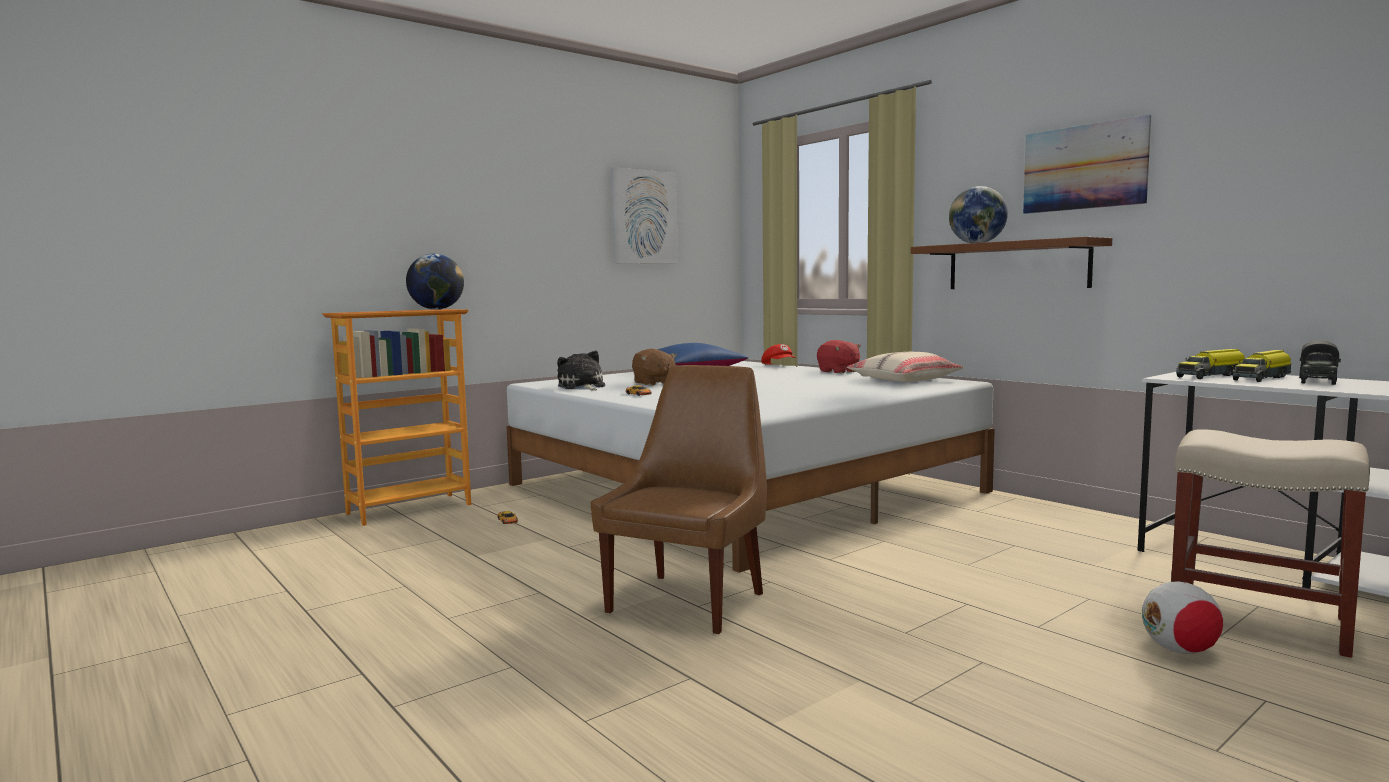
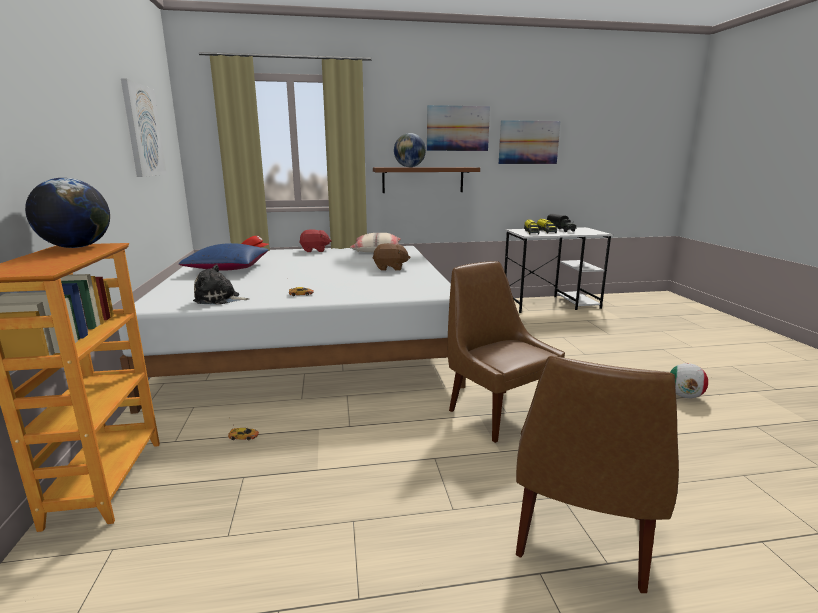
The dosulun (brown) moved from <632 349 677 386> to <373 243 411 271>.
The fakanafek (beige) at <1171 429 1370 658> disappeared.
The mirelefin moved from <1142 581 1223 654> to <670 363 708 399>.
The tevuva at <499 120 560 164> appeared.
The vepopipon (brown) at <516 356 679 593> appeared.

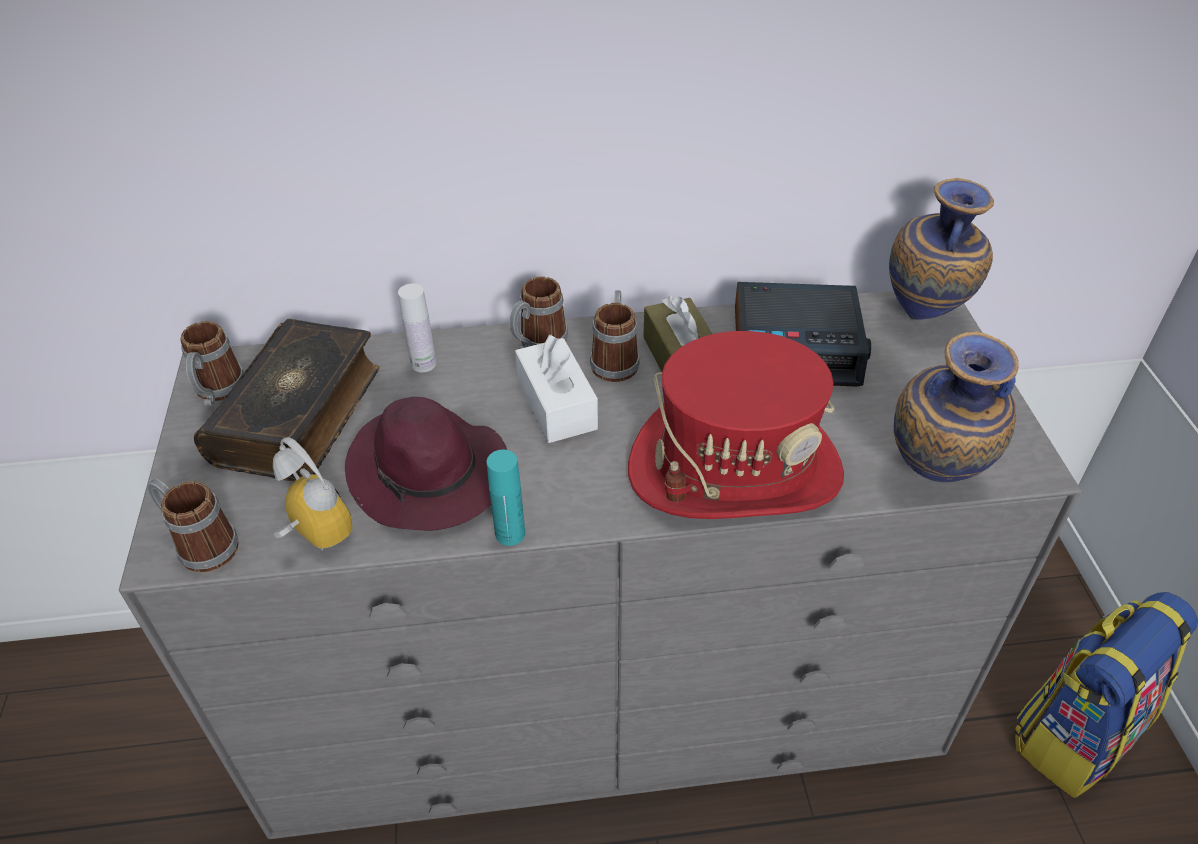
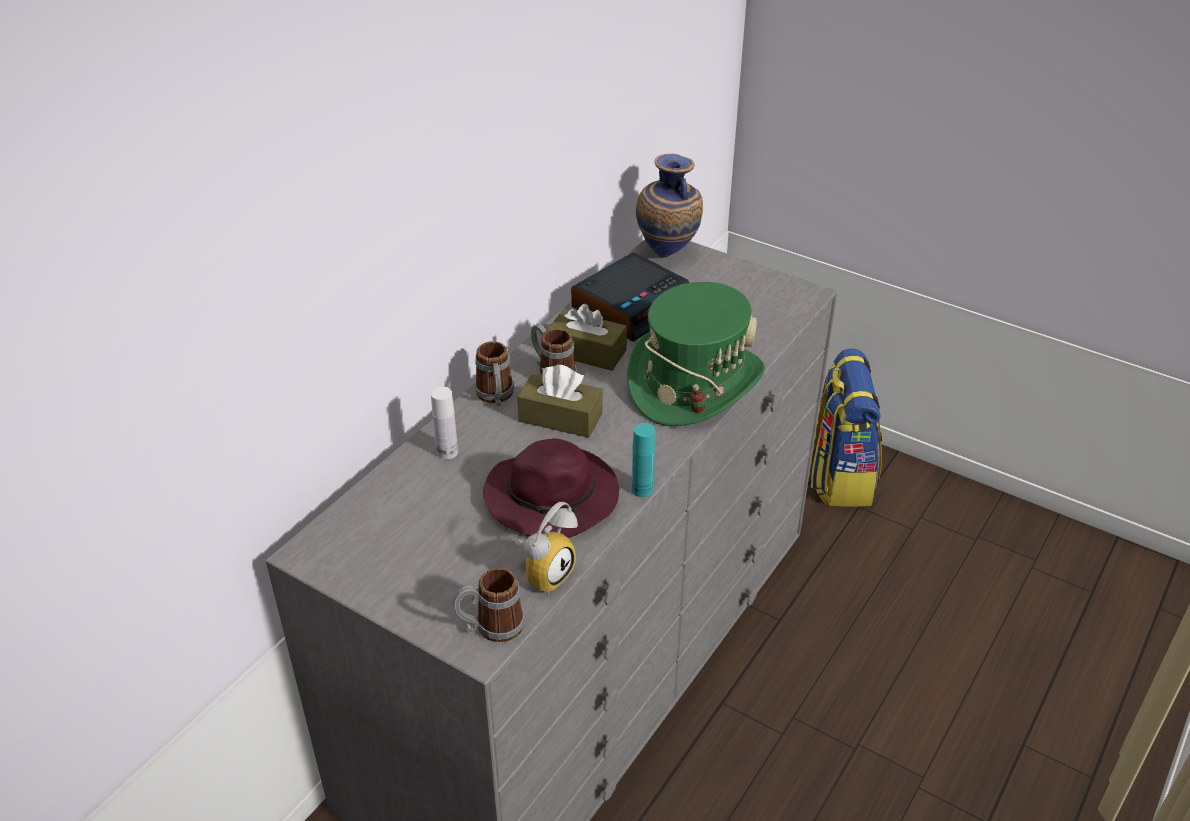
The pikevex at <194 319 379 481> disappeared.
The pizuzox at <180 321 244 406> disappeared.
The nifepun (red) at <628 331 844 519> became the nifepun (green) at <627 282 765 426>.
The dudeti at <893 331 1019 482> disappeared.
The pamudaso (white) at <515 335 598 443> became the pamudaso (brown) at <517 365 602 438>.
The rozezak at <273 437 353 551> turned 135 degrees clockwise.

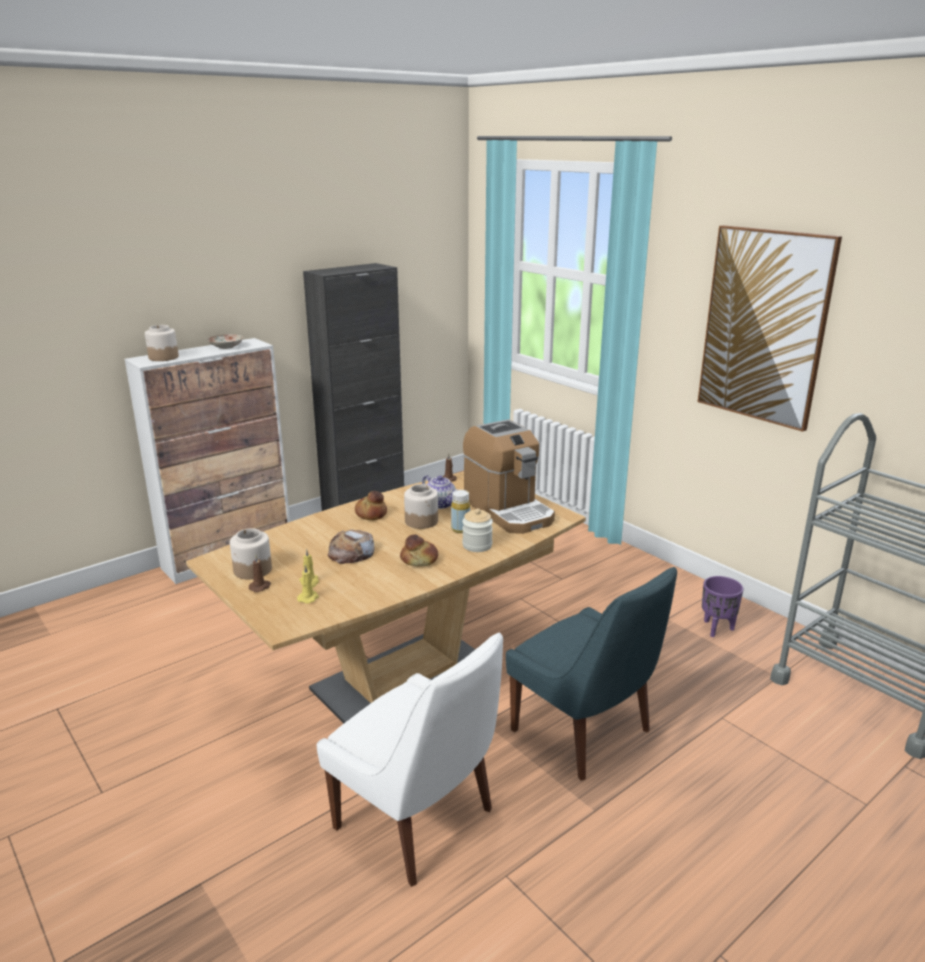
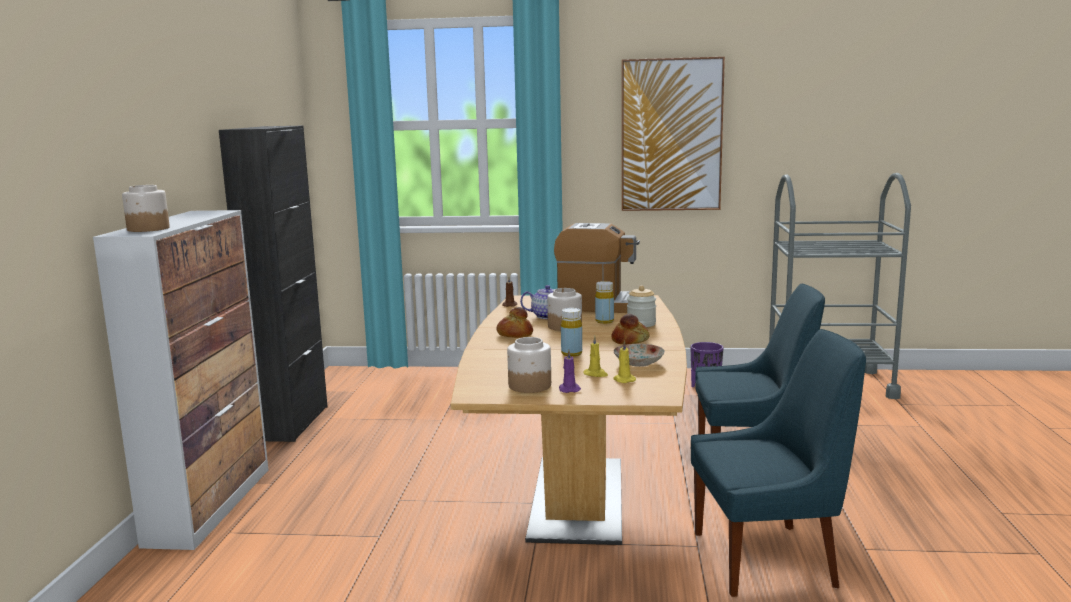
The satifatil moved from <207 334 244 349> to <614 344 665 367>.
The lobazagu at <328 529 374 564> was replaced by the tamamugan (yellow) at <561 308 582 356>.
The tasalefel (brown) at <249 555 271 592> became the tasalefel (purple) at <559 350 581 393>.
The vepopipon (white) at <316 633 503 887> became the vepopipon (blue) at <691 329 866 597>.

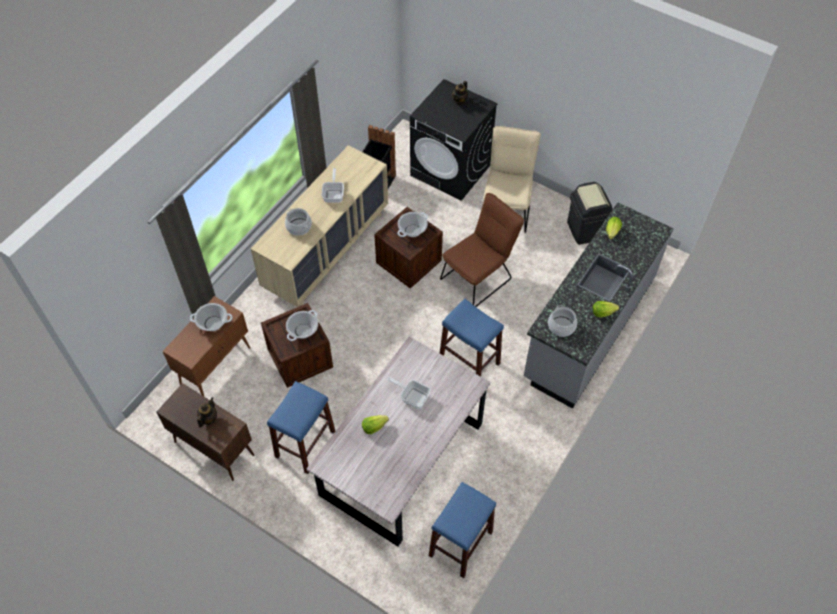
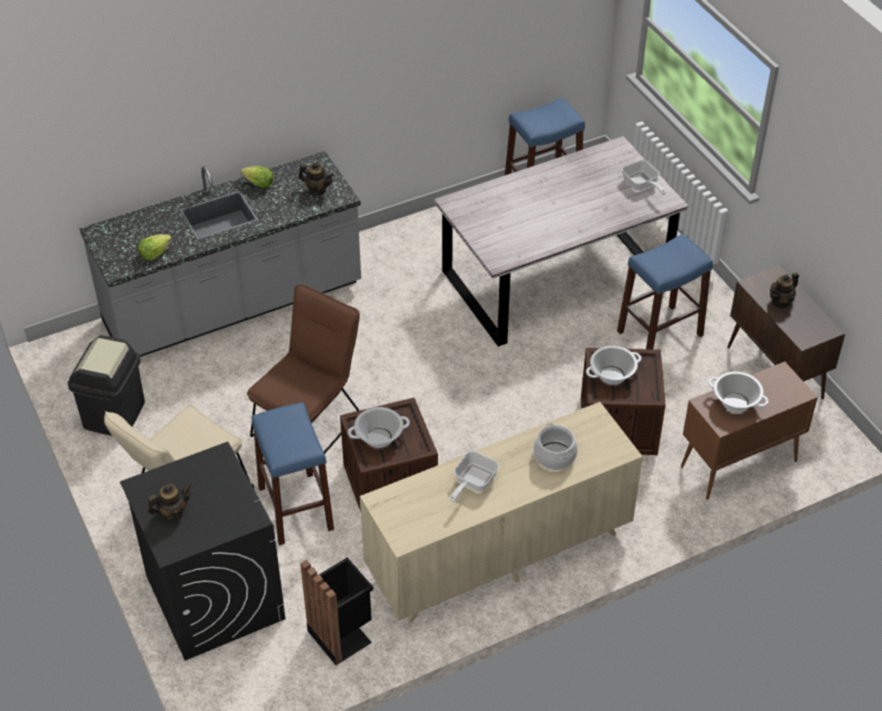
The vepopipon (brown) at <440 193 524 307> turned 135 degrees clockwise.
The fakanafek (blue) moved from <440 299 504 376> to <251 402 334 545>.
The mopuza at <548 305 577 337> was replaced by the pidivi at <298 162 334 195>.
The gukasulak moved from <387 377 431 409> to <622 160 666 195>.
The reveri at <362 415 389 434> disappeared.

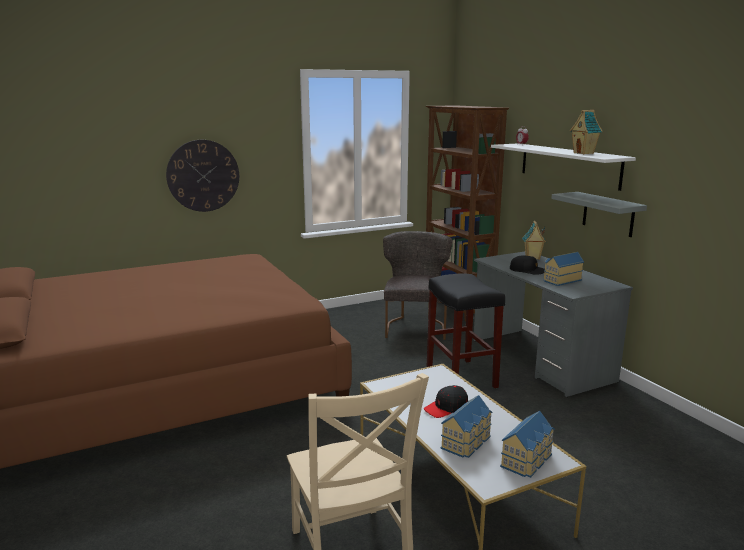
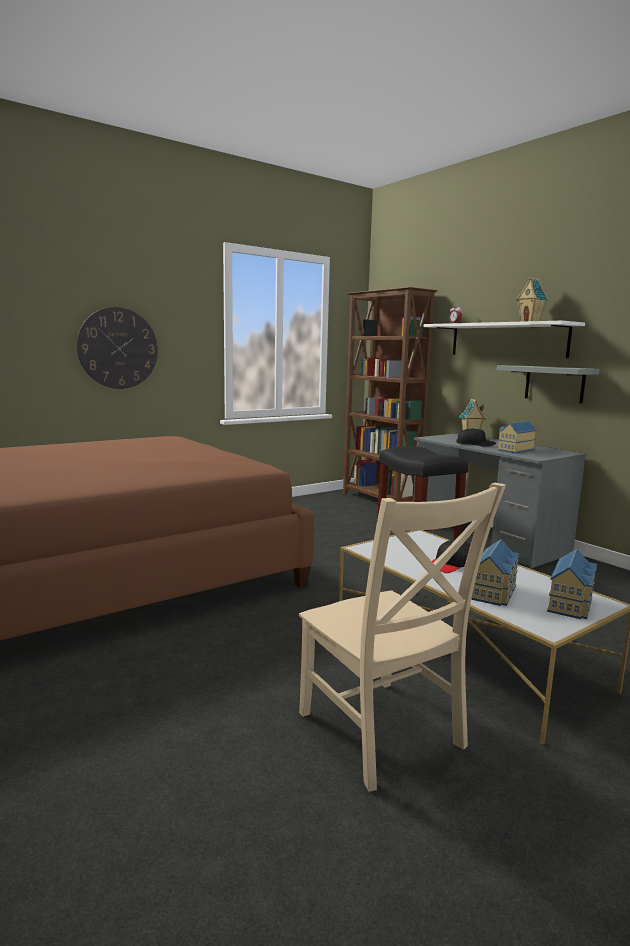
The vepopipon (grey) at <383 231 453 340> disappeared.

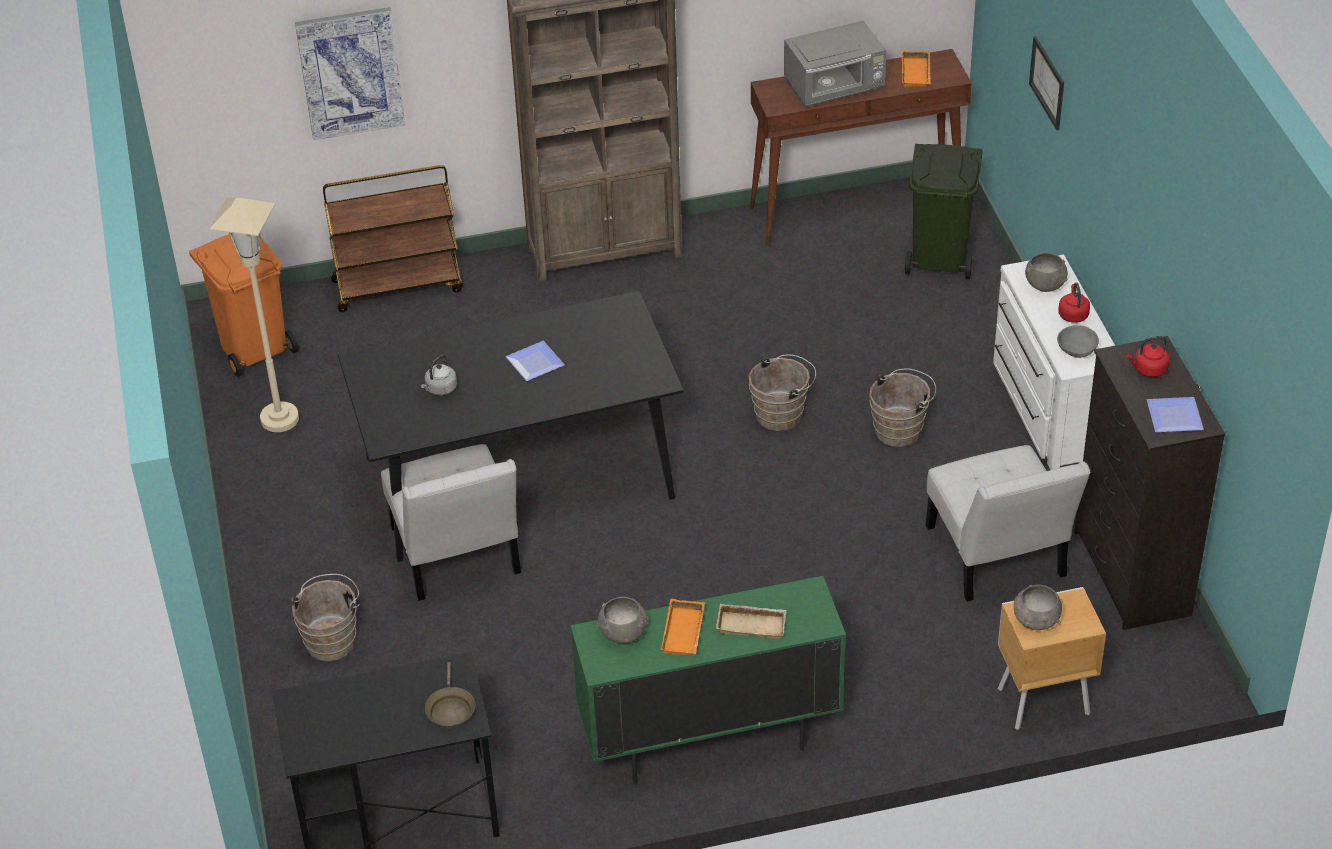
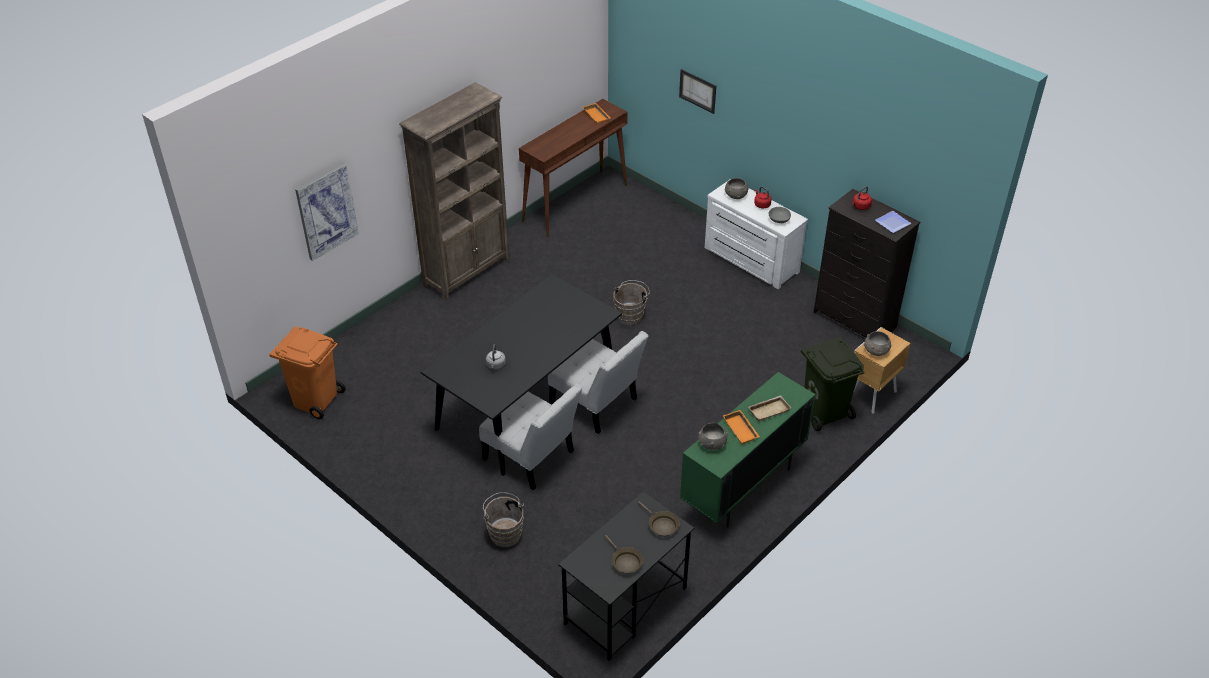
The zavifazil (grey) at <784 20 886 107> disappeared.
The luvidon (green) moved from <905 144 983 280> to <801 337 865 431>.
The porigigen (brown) at <323 165 463 312> disappeared.
The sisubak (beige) at <209 197 299 432> disappeared.
The satifatil at <506 341 565 381> disappeared.
The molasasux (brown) at <869 369 936 447> disappeared.
The vepopipon (white) moved from <925 445 1090 602> to <548 331 649 434>.
The gukasulak (brown) at <605 535 643 574> appeared.

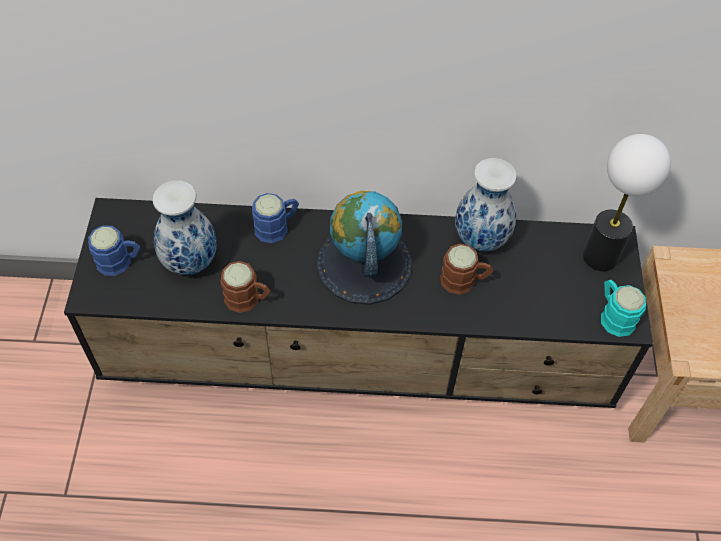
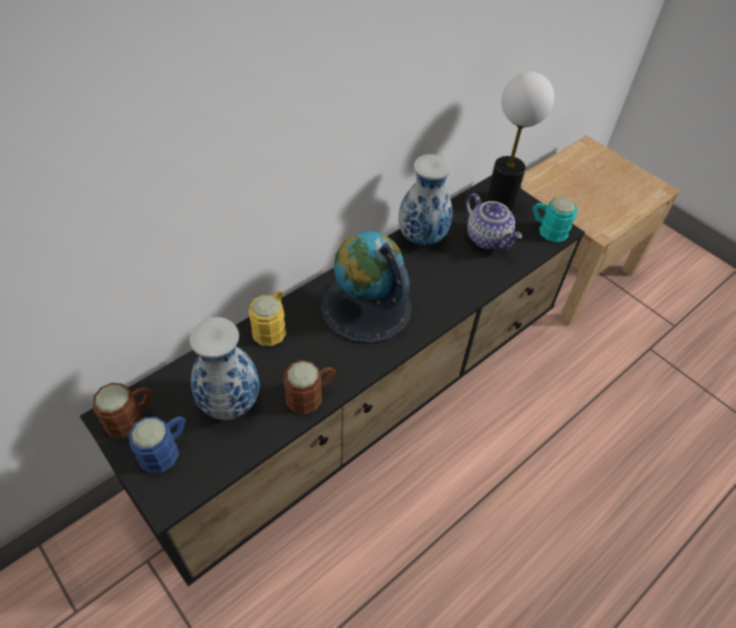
The pizuzox (blue) at <252 193 299 243> became the pizuzox (yellow) at <249 291 286 346>.
The pizuzox (brown) moved from <440 244 493 295> to <93 383 152 438>.
The pidivi at <465 193 522 250> appeared.

